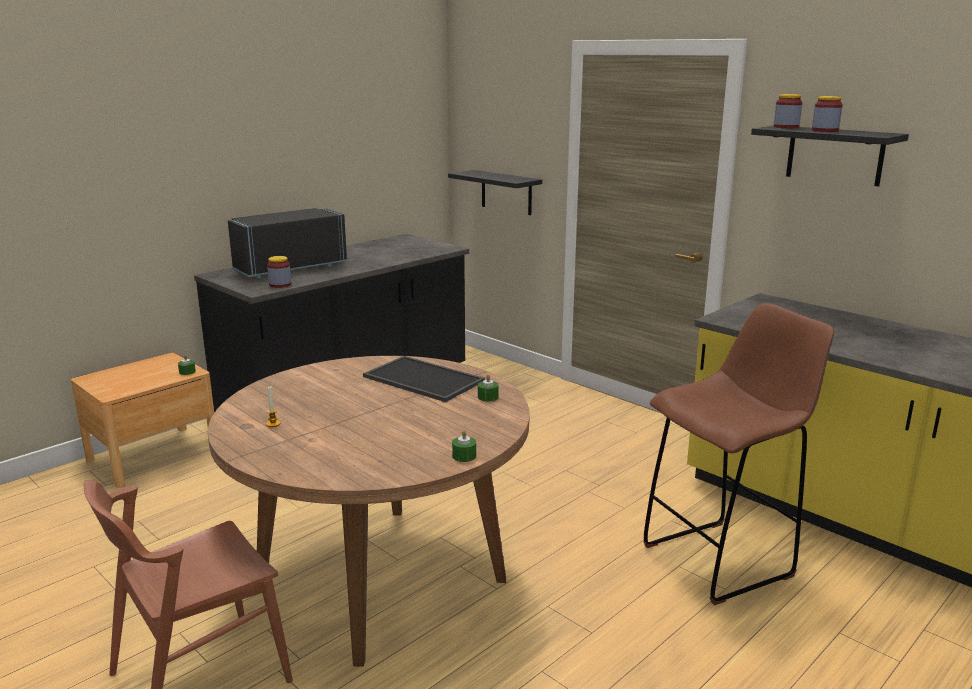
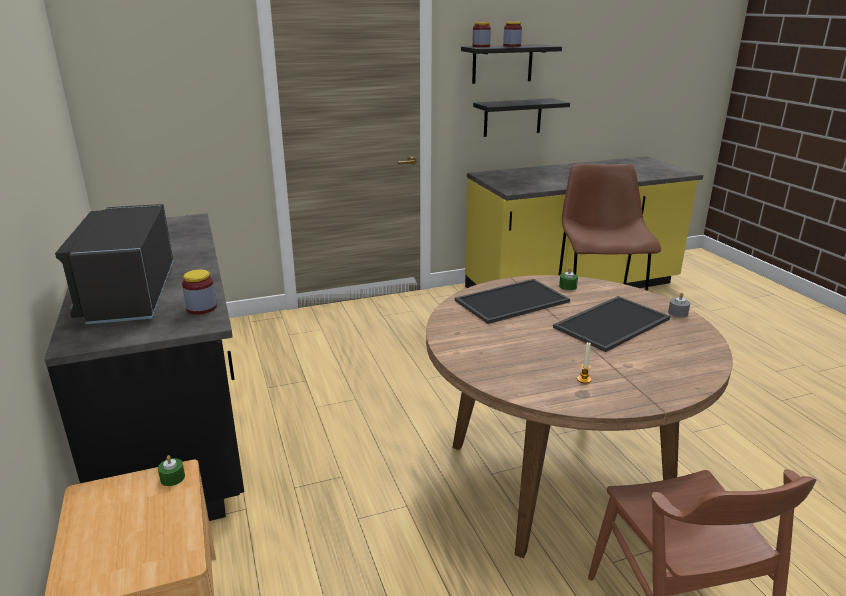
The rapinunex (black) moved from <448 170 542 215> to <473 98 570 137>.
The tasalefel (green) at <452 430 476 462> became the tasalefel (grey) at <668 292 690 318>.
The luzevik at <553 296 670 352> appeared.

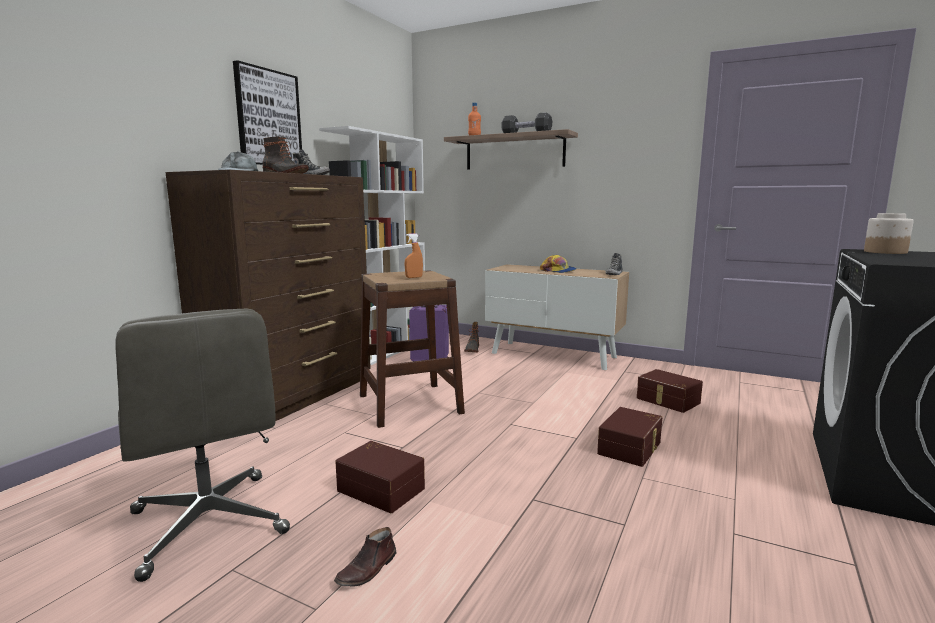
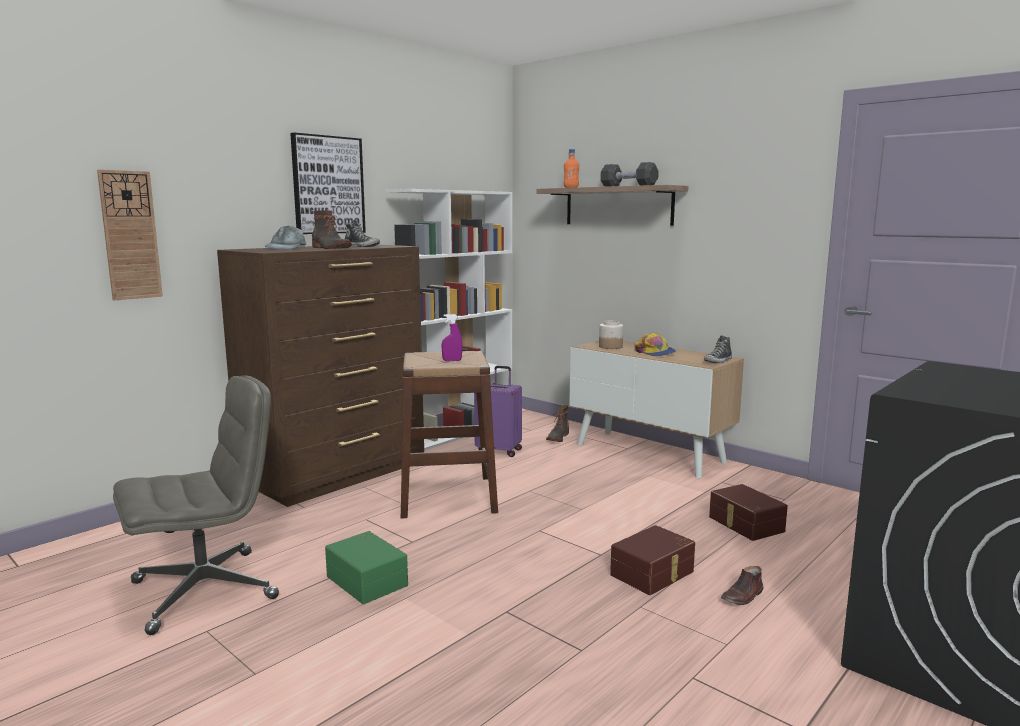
The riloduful moved from <864 213 914 254> to <599 320 623 349>.
The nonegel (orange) at <405 234 423 278> became the nonegel (purple) at <442 314 462 361>.
The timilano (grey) at <115 309 290 582> turned 105 degrees counterclockwise.
The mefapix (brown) at <335 441 425 513> became the mefapix (green) at <325 531 408 604>.
The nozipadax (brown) moved from <334 527 396 586> to <721 566 764 605>.
The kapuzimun at <97 169 163 300> appeared.

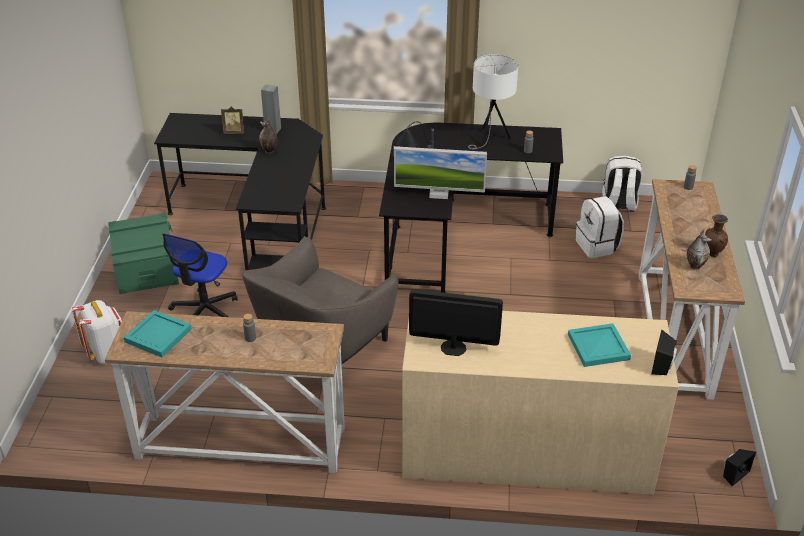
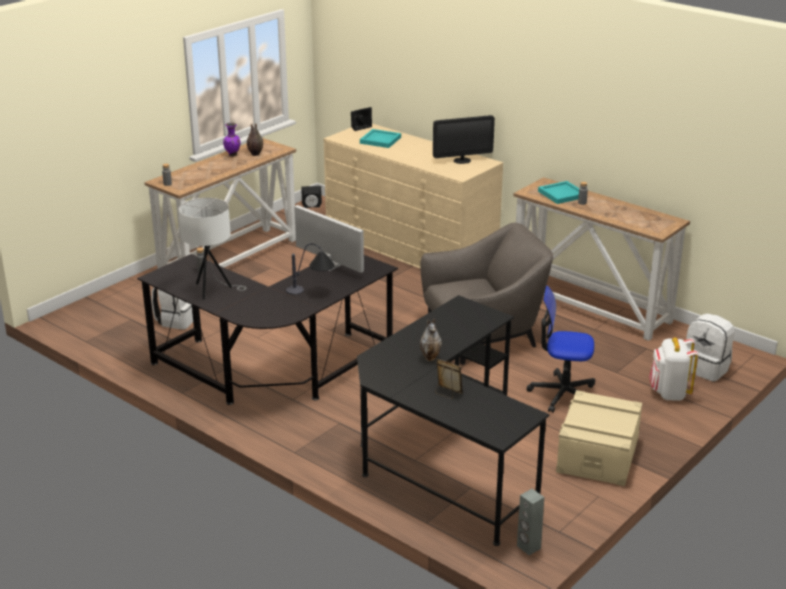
The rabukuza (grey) moved from <261 84 281 134> to <517 489 544 555>.
The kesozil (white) moved from <602 155 643 212> to <686 314 735 382>.
The mefapix (green) at <108 213 179 294> became the mefapix (beige) at <556 390 642 486>.
The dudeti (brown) at <705 214 728 257> became the dudeti (purple) at <223 123 241 157>.
The timilano at <162 233 238 317> turned 135 degrees counterclockwise.
The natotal at <409 289 503 356> turned 60 degrees counterclockwise.
The luzevik (turquoise) moved from <124 310 192 357> to <538 181 579 204>.

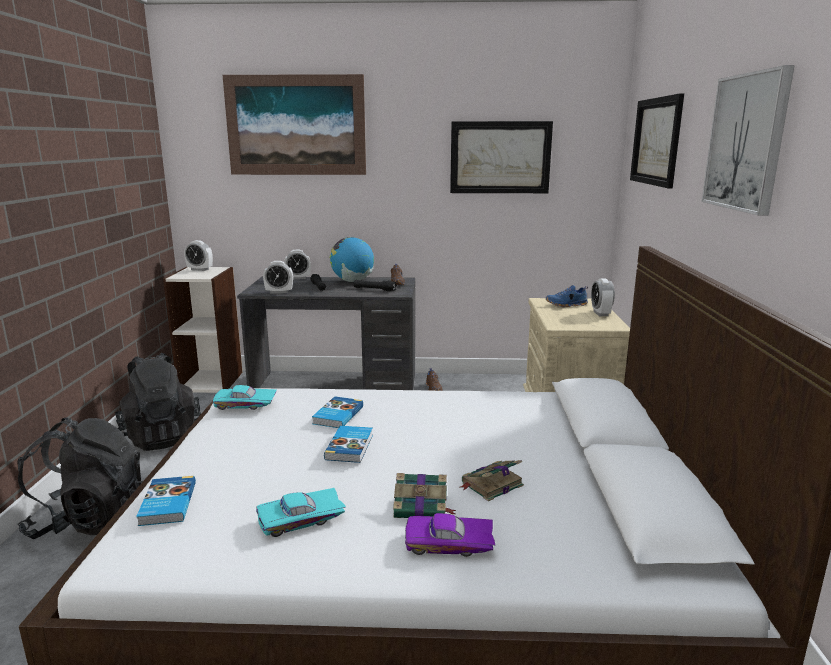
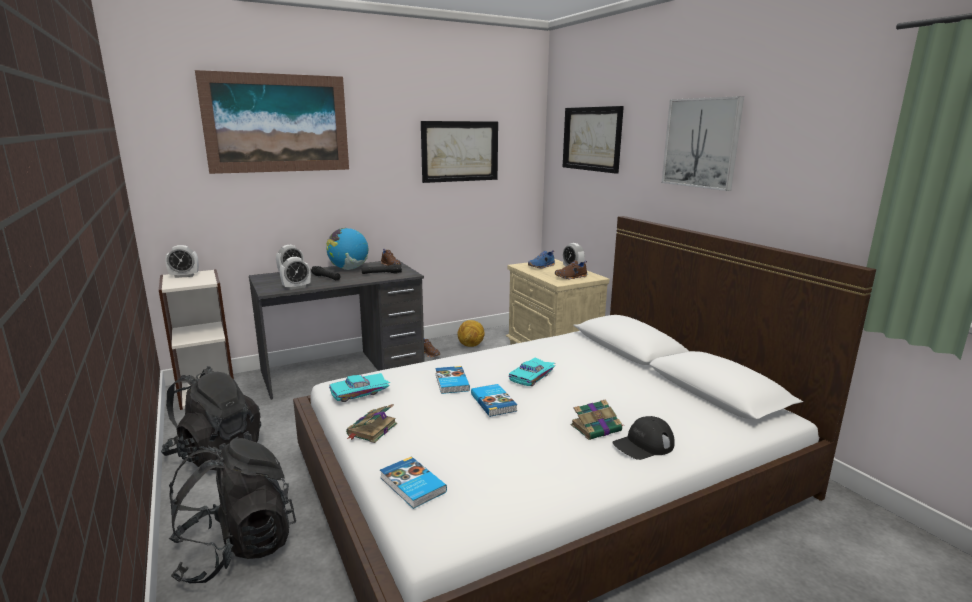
The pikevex moved from <461 460 524 501> to <346 404 397 443>.
The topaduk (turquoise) moved from <256 488 346 537> to <509 358 555 386>.
The topaduk (purple) at <405 513 495 557> was replaced by the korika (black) at <612 416 675 460>.
The nozipadax (brown) at <555 260 587 279> appeared.
The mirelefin at <458 320 485 347> appeared.

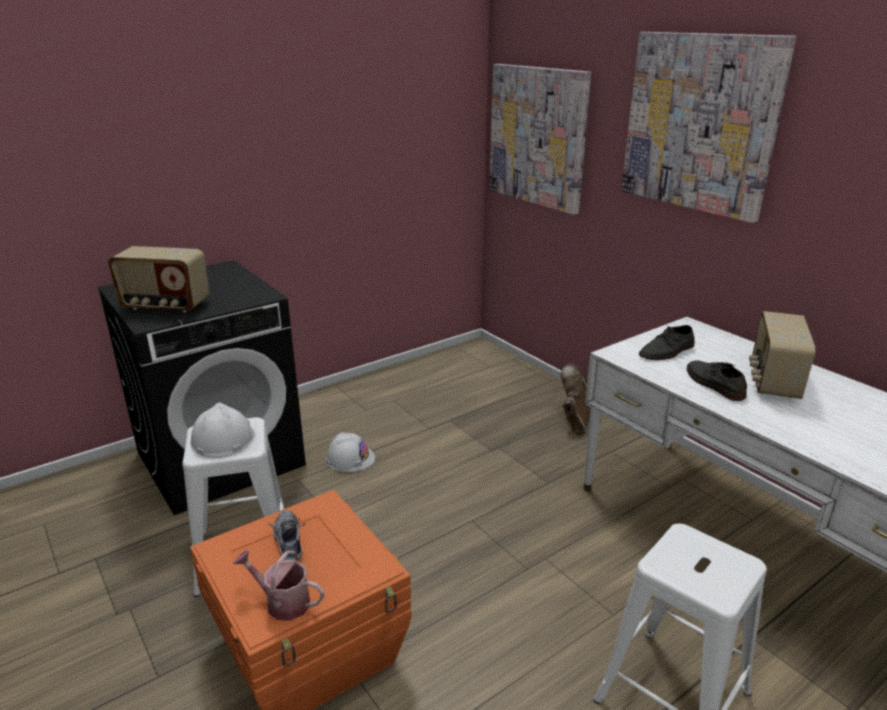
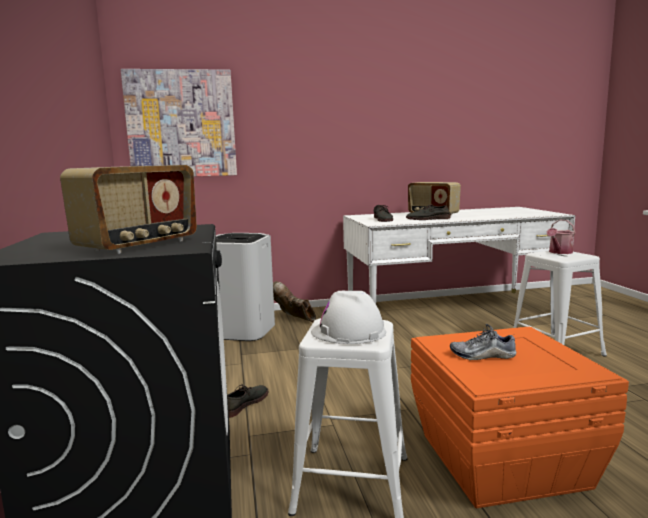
The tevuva at <621 32 796 223> disappeared.
The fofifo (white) at <325 432 375 472> was replaced by the nozipadax (grey) at <227 384 269 418>.
The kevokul moved from <233 550 324 621> to <547 220 576 254>.
The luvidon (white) at <216 233 275 341> appeared.

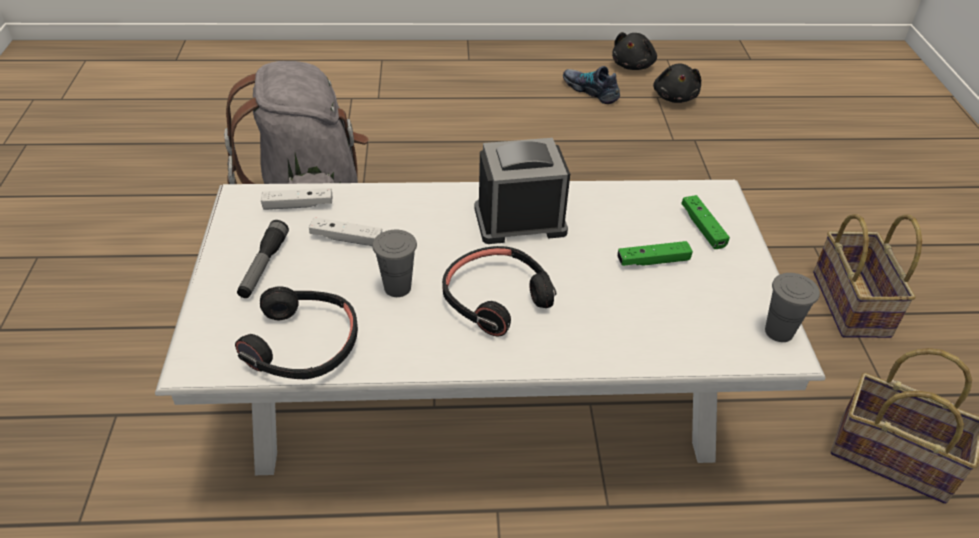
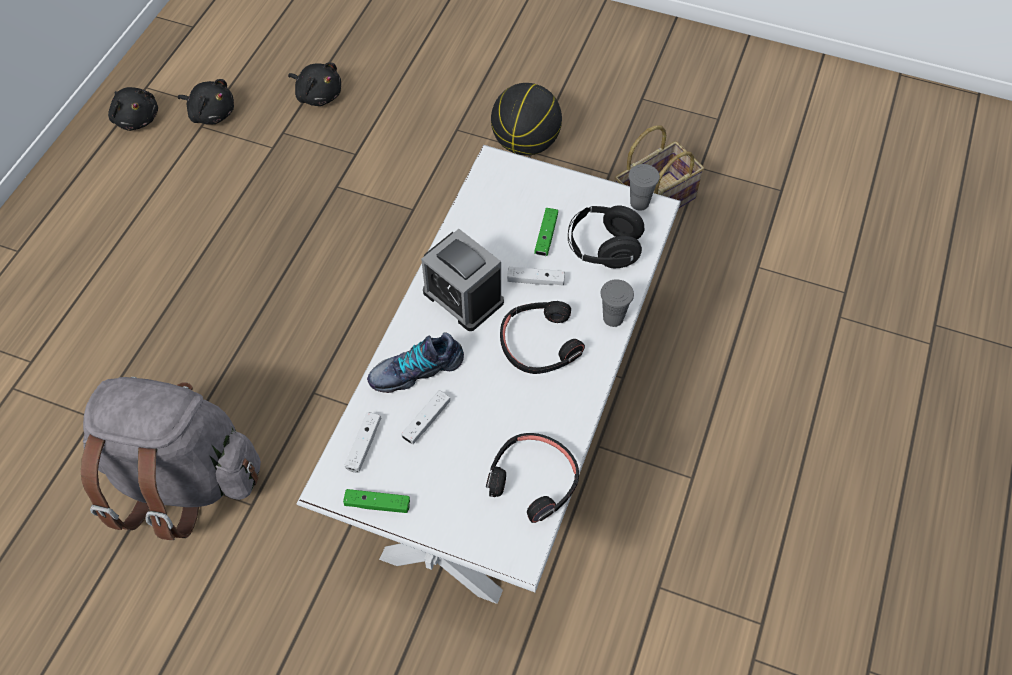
The nozipadax moved from <563 66 620 104> to <367 332 464 393>.
The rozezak at <474 138 570 244> turned 60 degrees counterclockwise.
The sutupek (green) moved from <681 195 730 249> to <343 489 410 513>.
The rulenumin at <813 214 922 338> was replaced by the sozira at <491 83 562 155>.
The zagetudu at <237 220 289 298> disappeared.
The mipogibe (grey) moved from <372 230 417 297> to <601 279 634 327>.
The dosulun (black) at <288 62 341 106> appeared.
The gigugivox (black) at <568 205 644 268> appeared.
The sutupek (white) at <507 267 565 286> appeared.

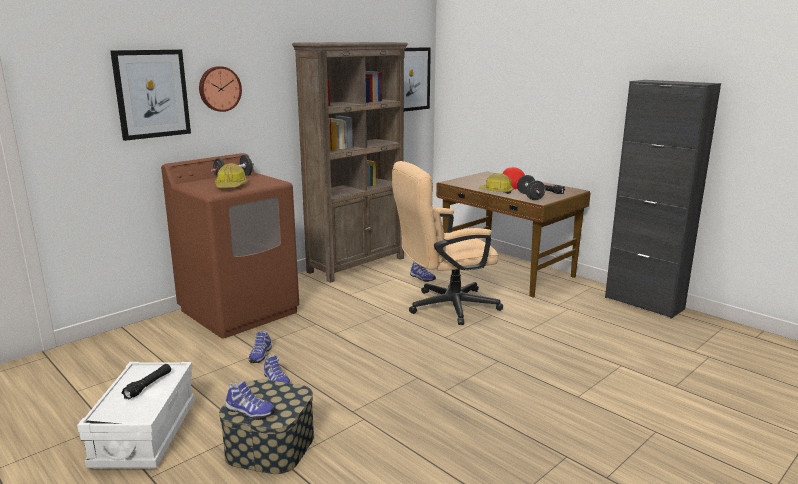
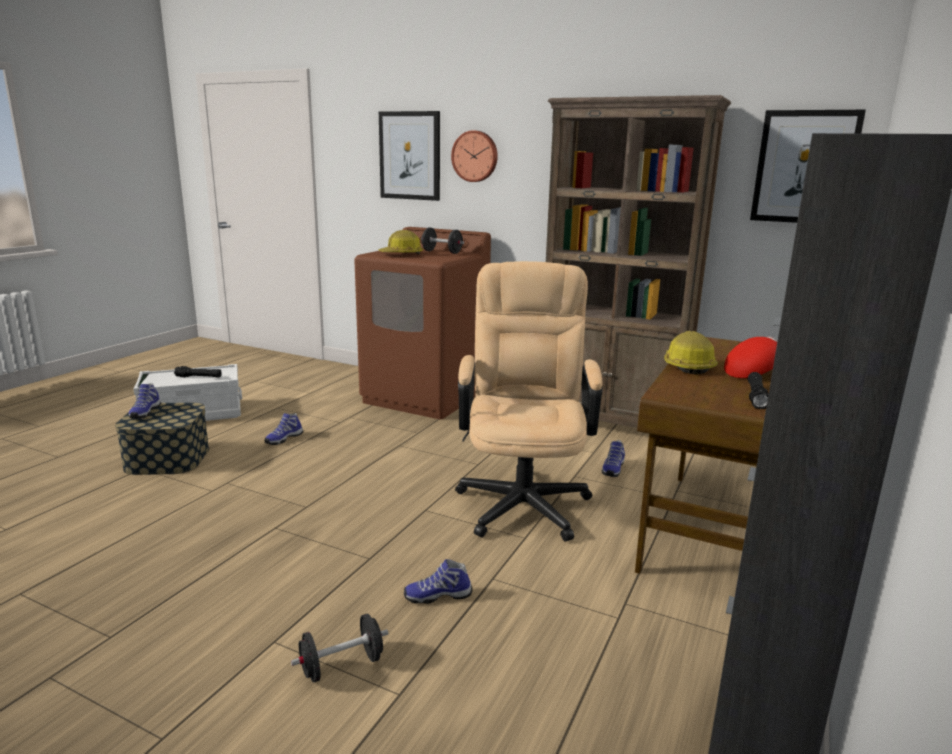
The timilano (beige) at <392 161 503 325> turned 45 degrees clockwise.
The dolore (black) moved from <517 175 545 200> to <291 614 388 683>.
The nozipadax moved from <249 330 272 363> to <404 559 472 604>.

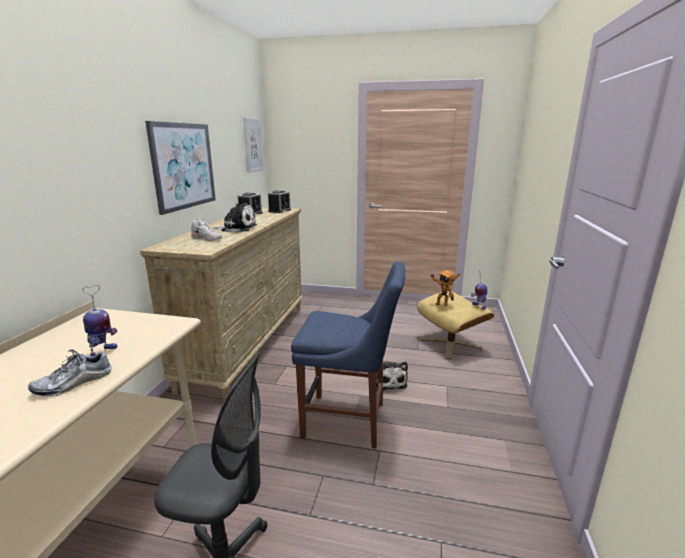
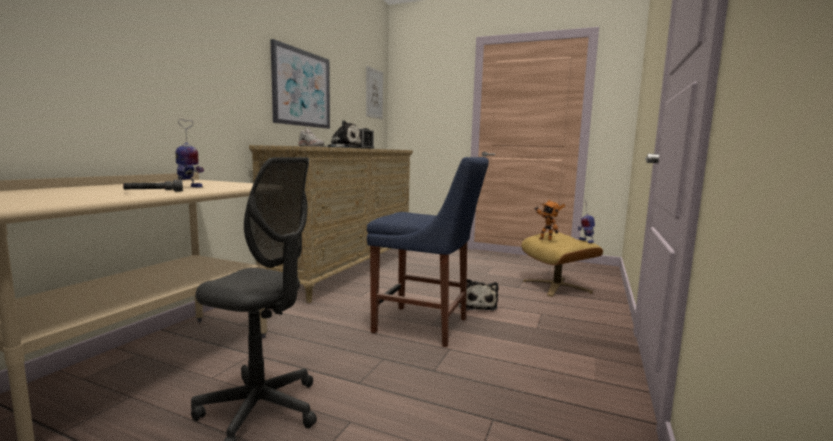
The rozezak at <268 190 291 213> disappeared.
The nozipadax at <28 349 112 396> was replaced by the zagetudu (grey) at <123 179 183 192>.

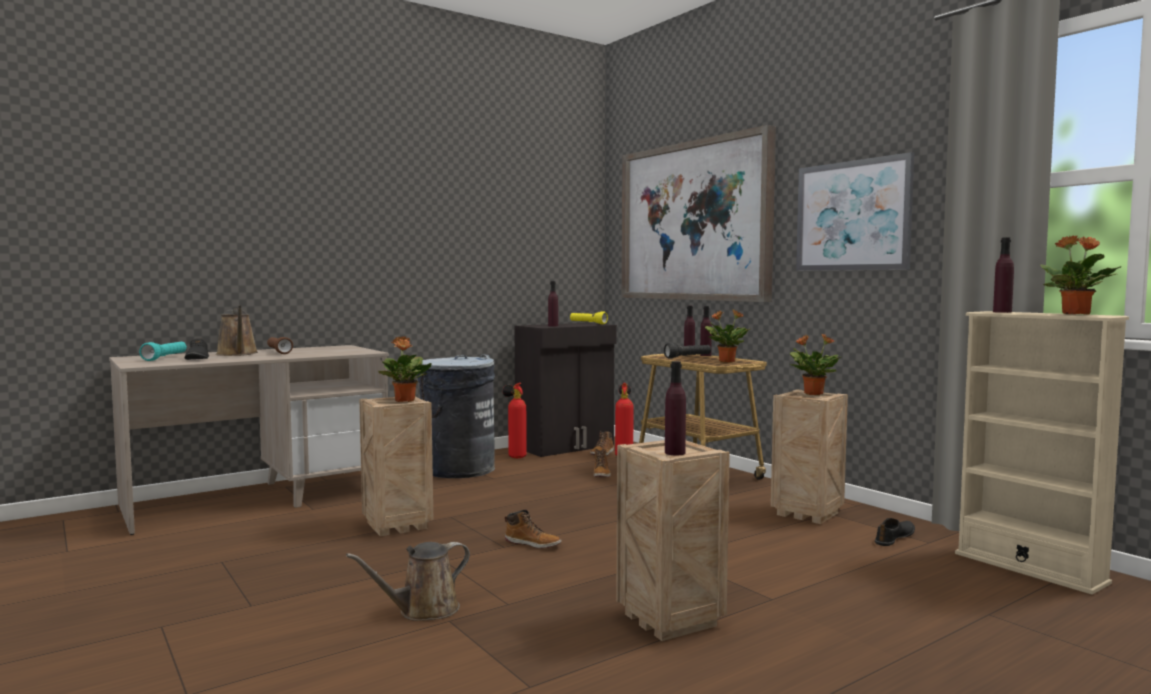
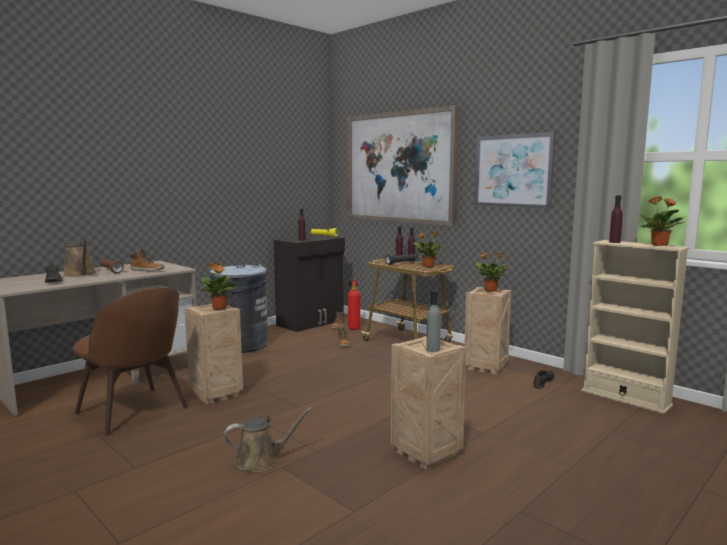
The zagetudu (turquoise) at <139 342 187 361> disappeared.
The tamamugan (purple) at <665 361 686 455> became the tamamugan (grey) at <426 290 441 352>.
The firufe at <503 383 527 458> disappeared.
The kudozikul moved from <505 510 561 549> to <130 250 165 271>.
The kevokul (brown) at <346 542 470 621> turned 150 degrees counterclockwise.
The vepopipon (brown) at <73 287 188 436> appeared.

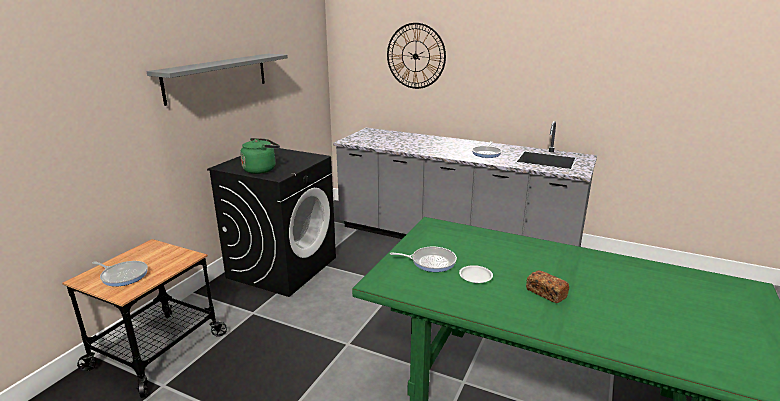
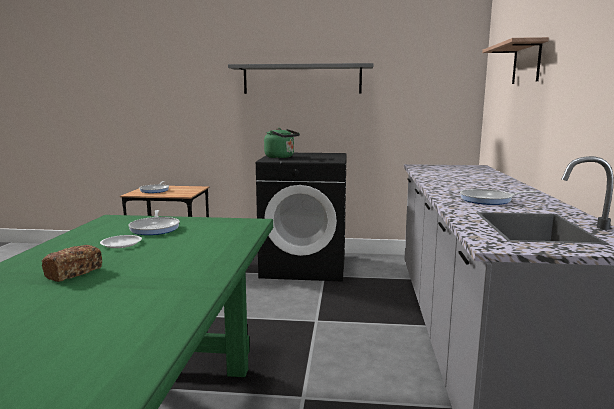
The kapuzimun at <387 23 446 89> was replaced by the rapinunex at <482 37 549 84>.

